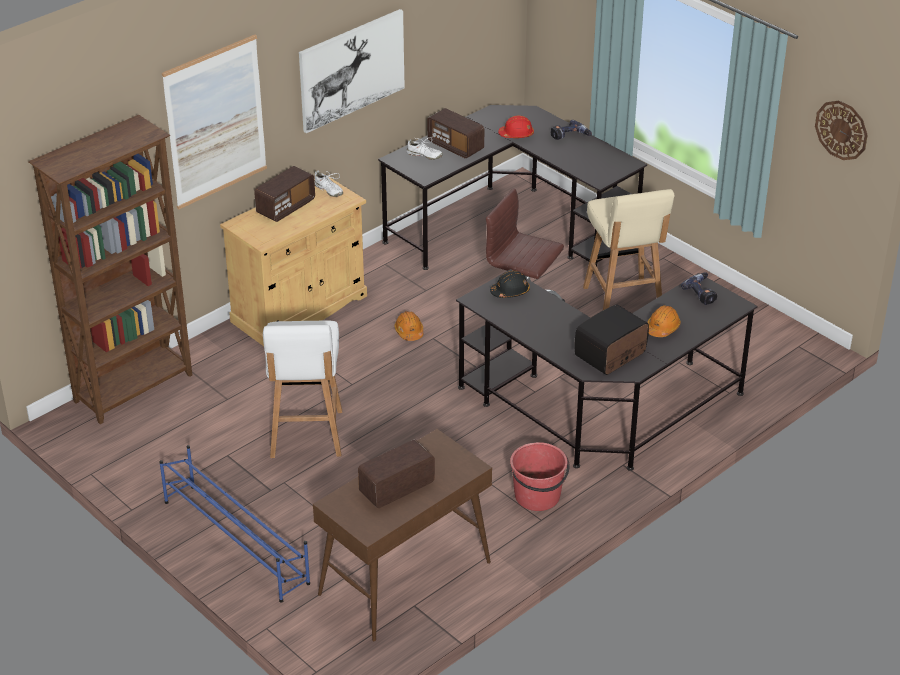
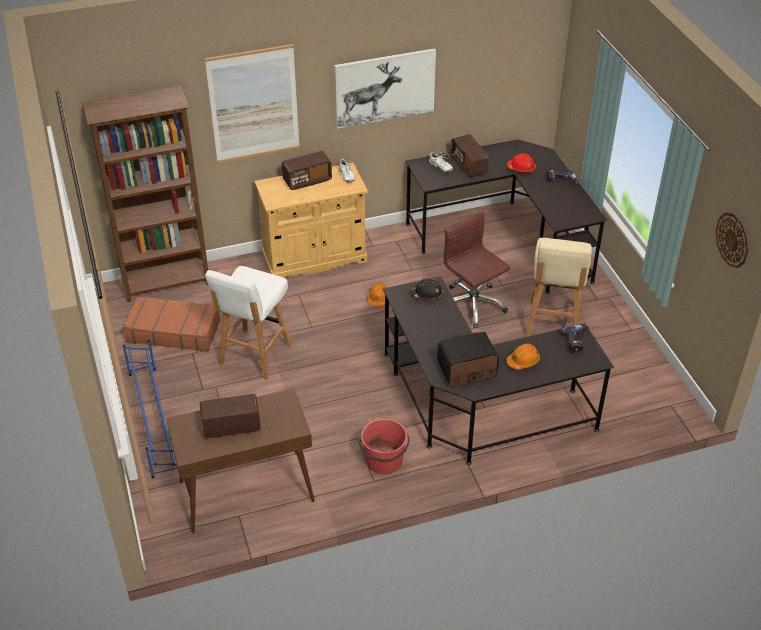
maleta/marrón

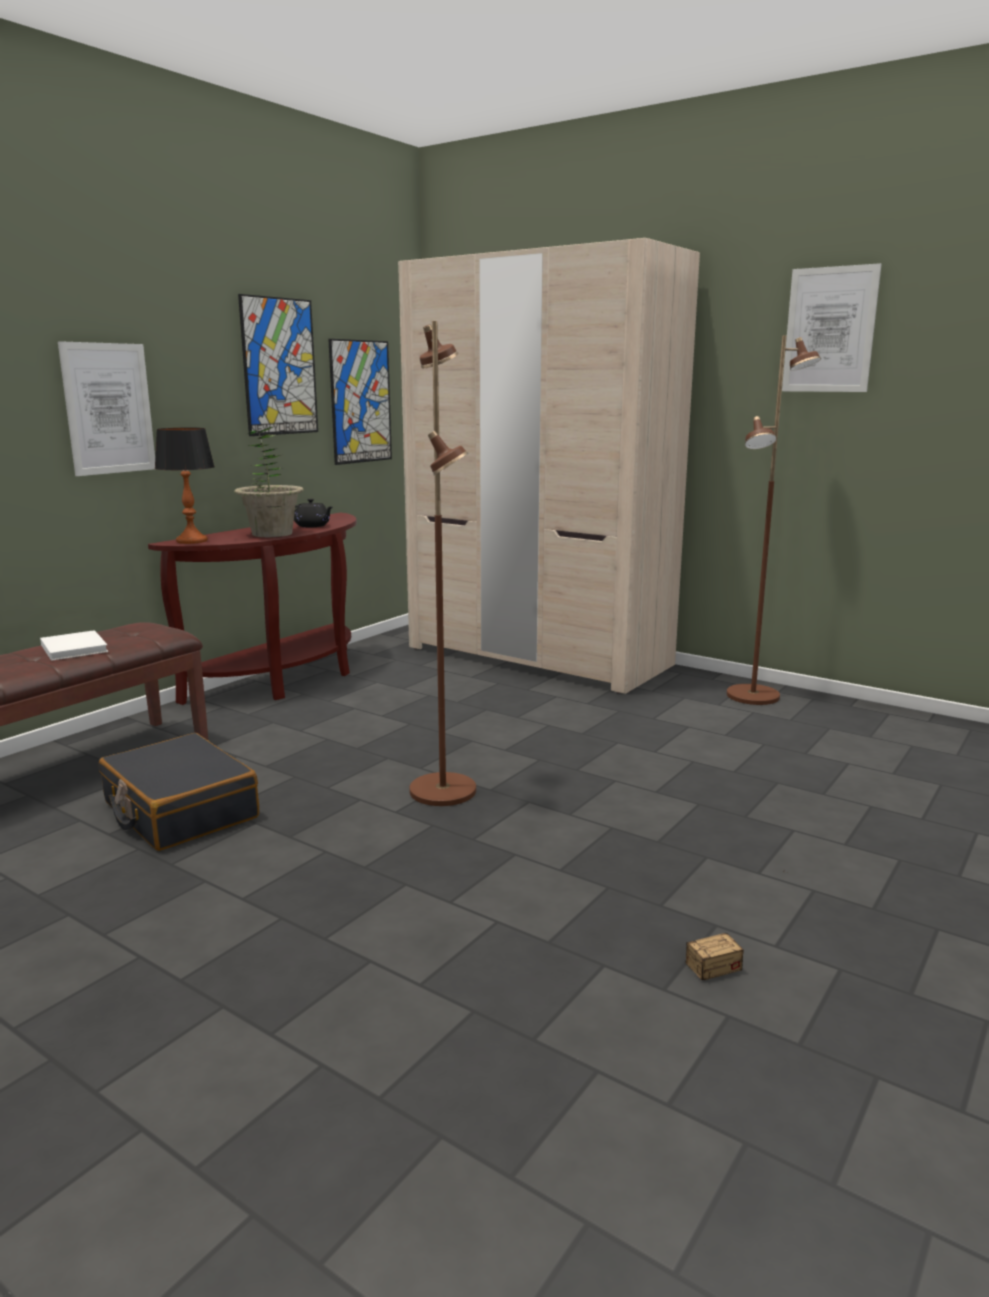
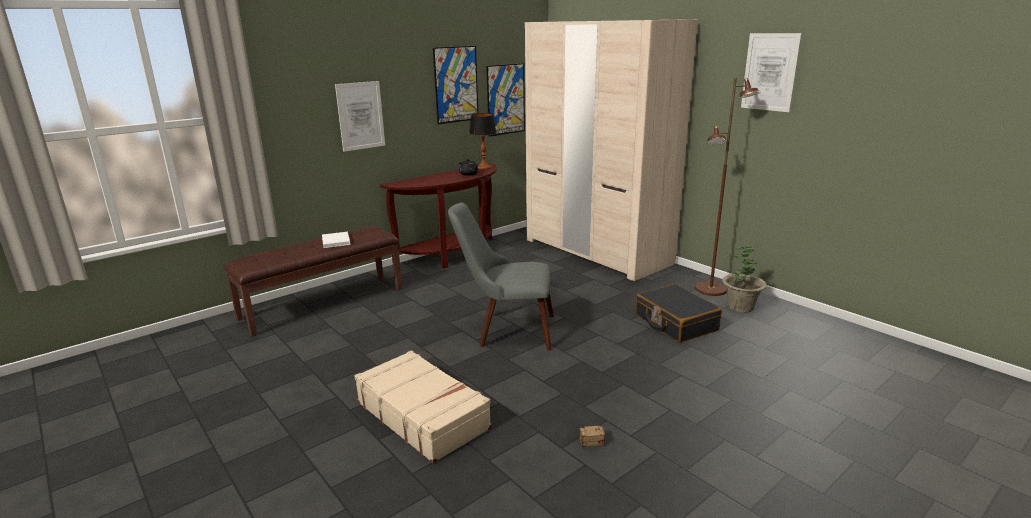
maleta/beis
silla/gris
lámpara de mesa
maleta/negro
planta en maceta

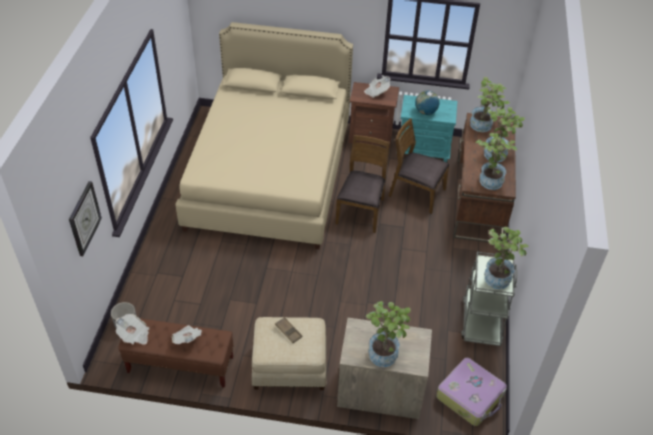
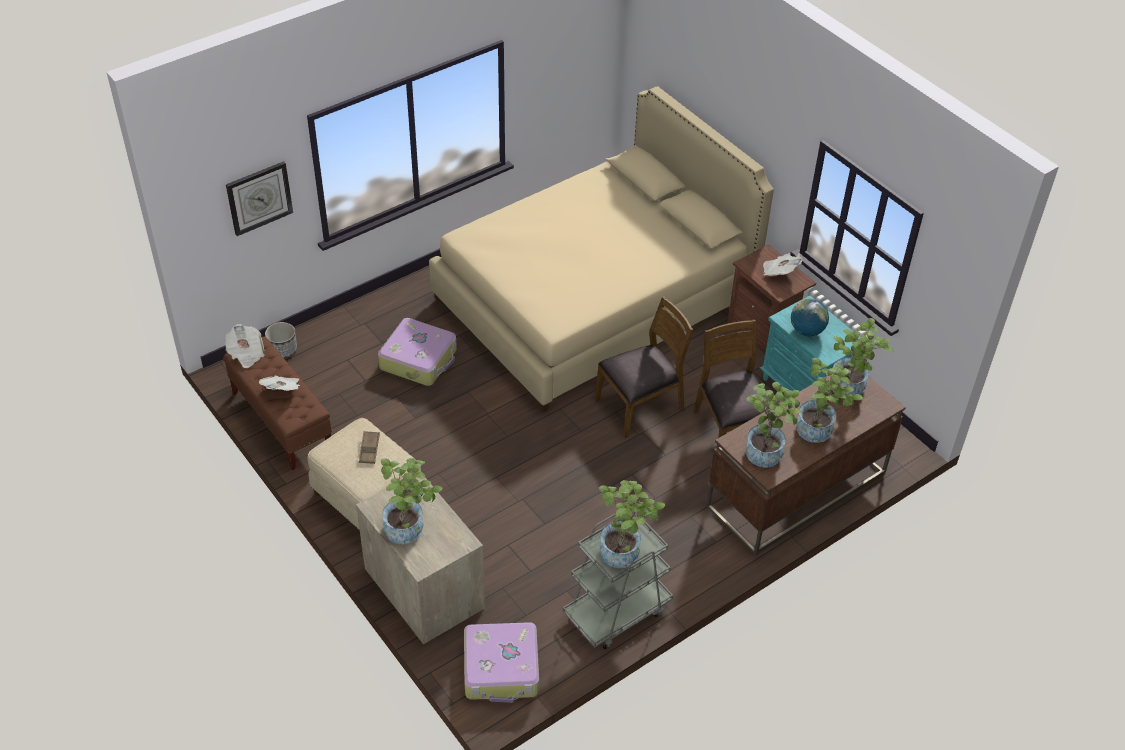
maleta (1st from left)

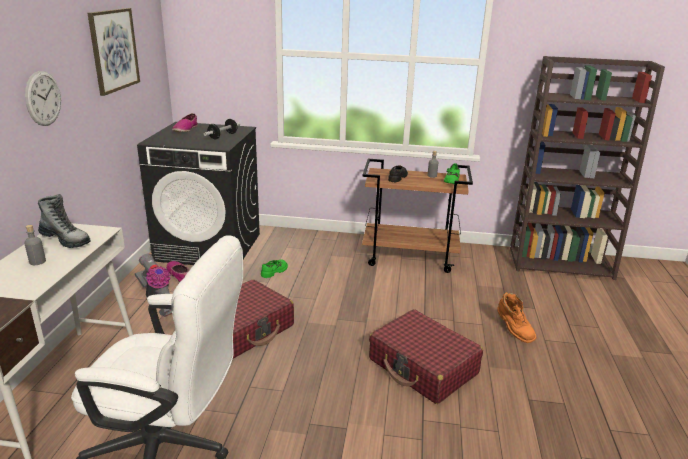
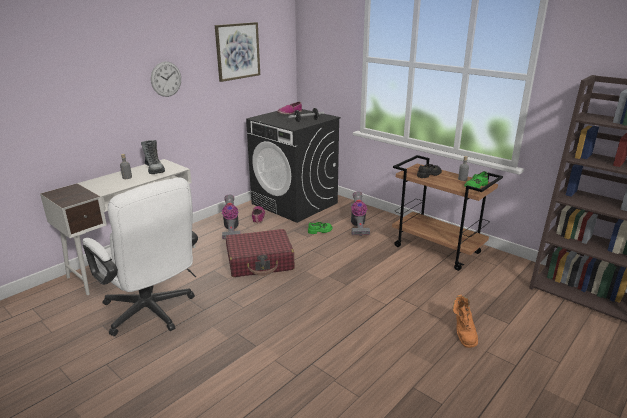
aspiradora (2nd from left)
maleta/rojo (2nd from left in the first image)

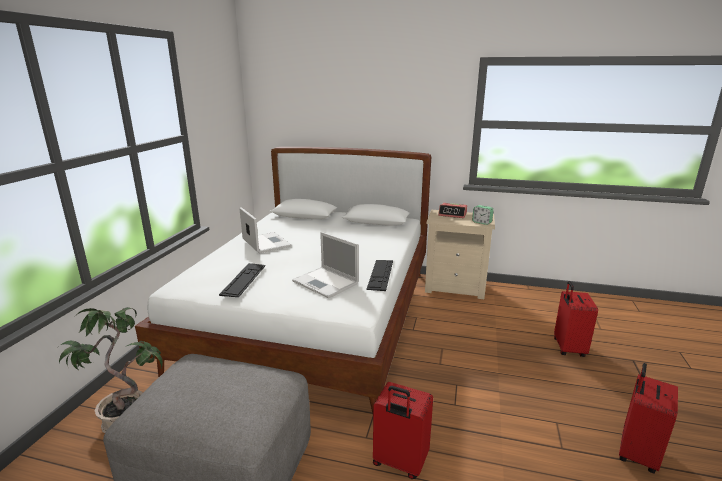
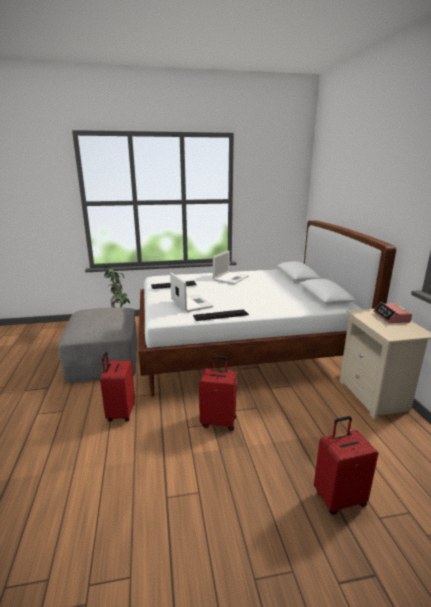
portátil (1st from left)
maleta/rojo (2nd from left)
despertador (2nd from left in the first image)

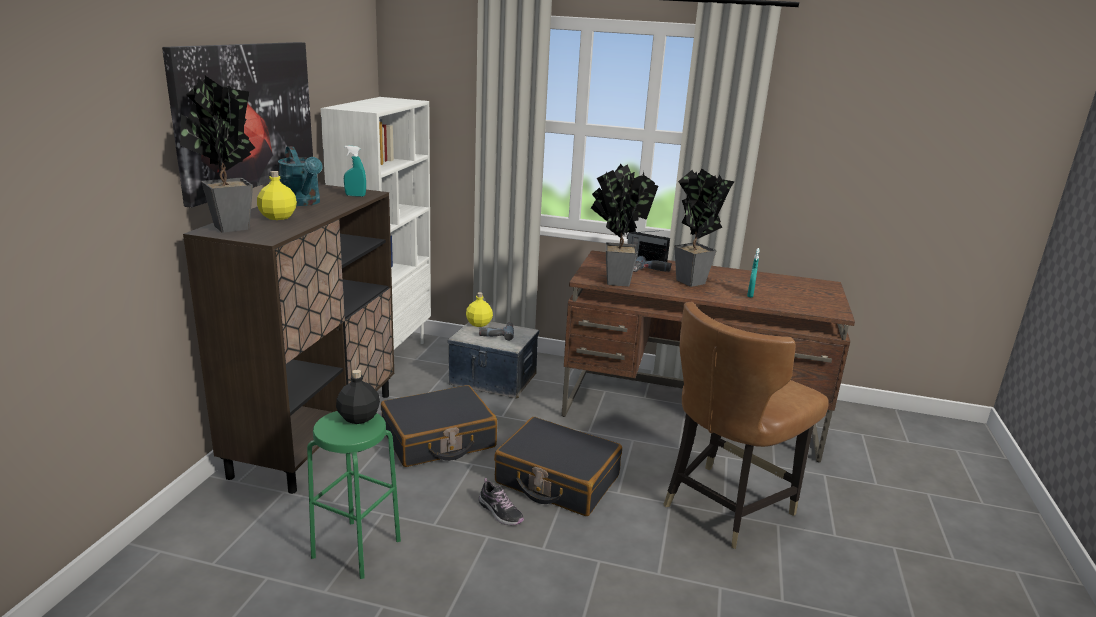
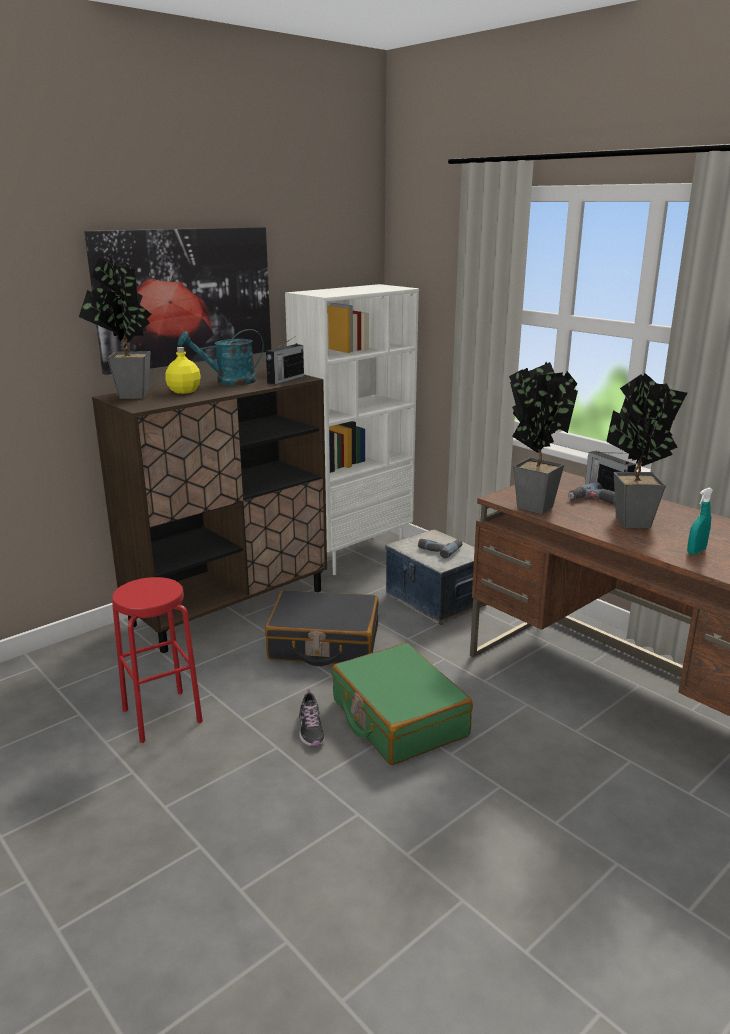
taburete/rojo
regadera/turquesa
radio (1st from left)
maleta/verde
botella/negro
botella/amarillo (2nd from left in the first image)
silla/marrón

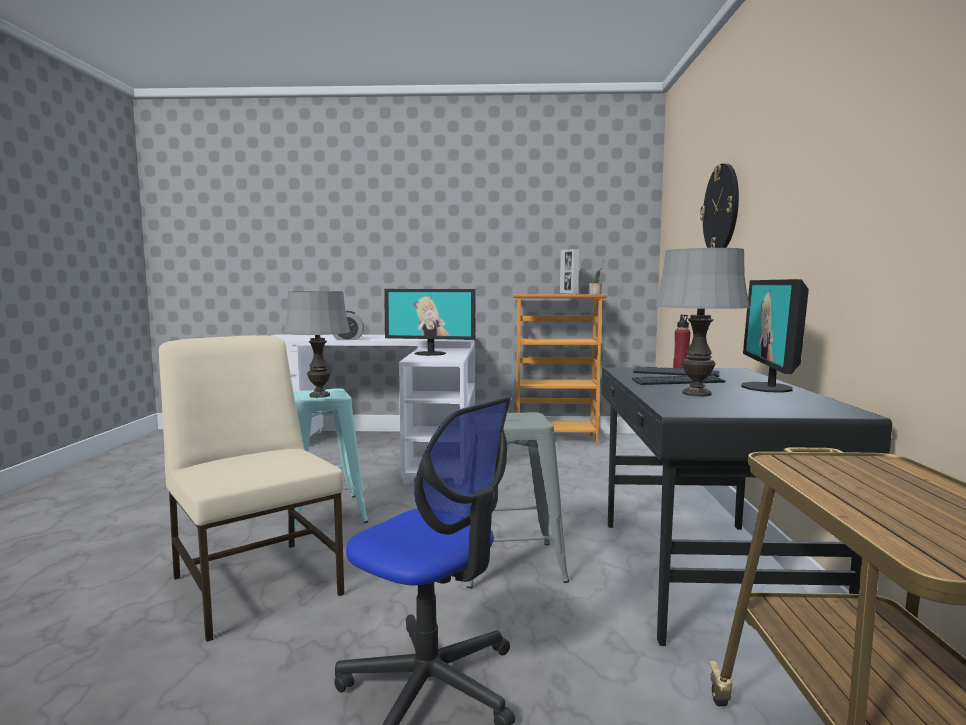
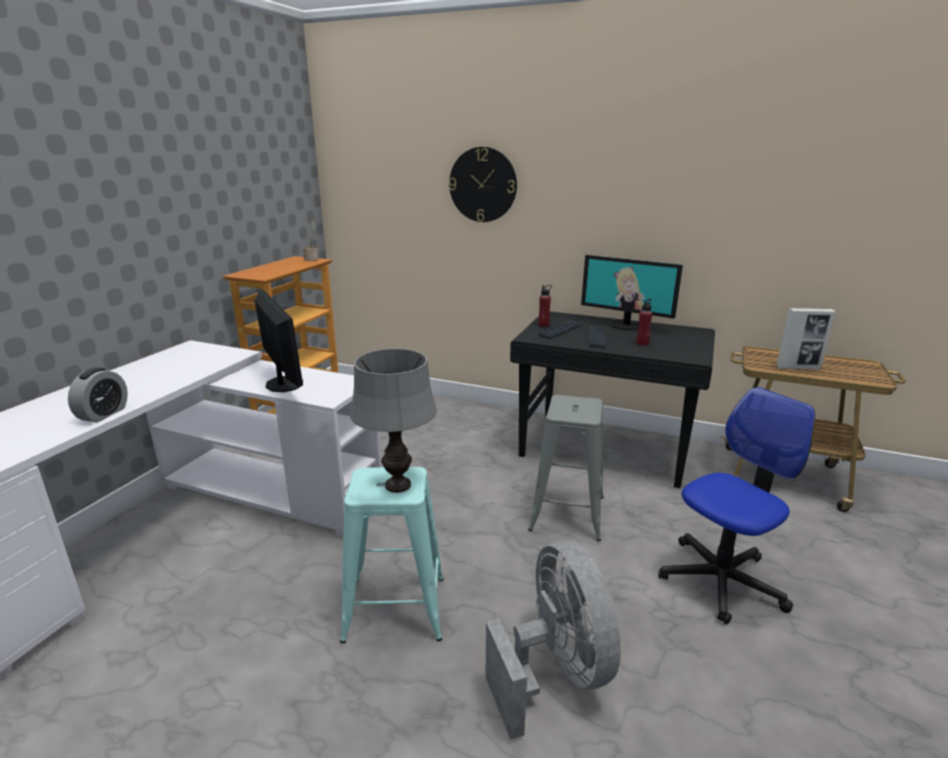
monitor (1st from left)
ventilador/gris
botella/rojo (2nd from left)
portarretratos

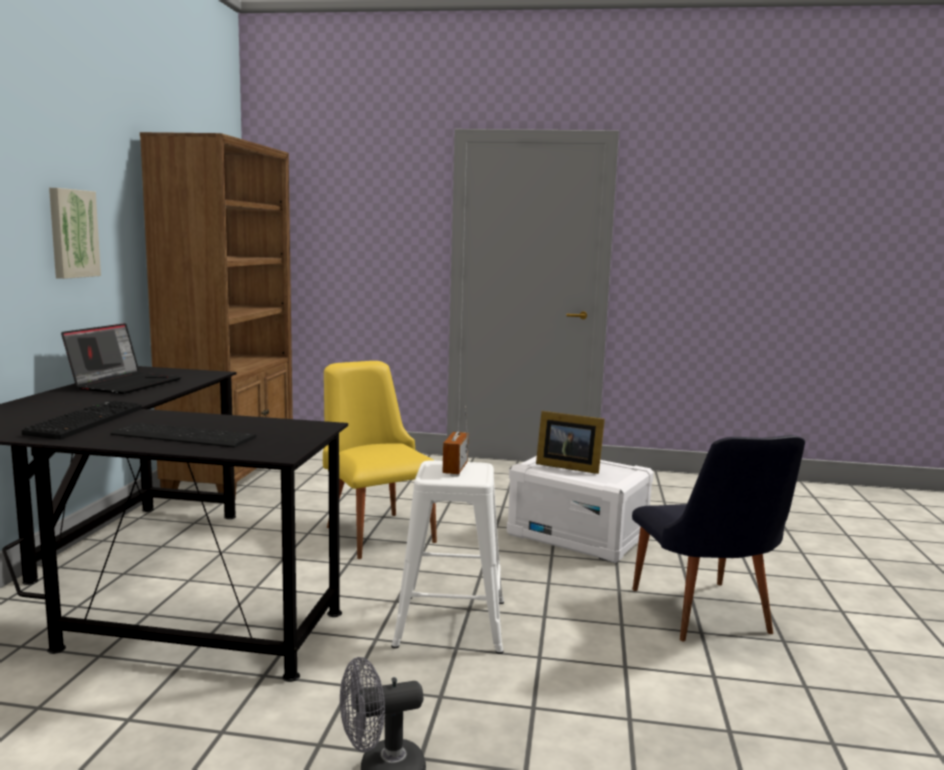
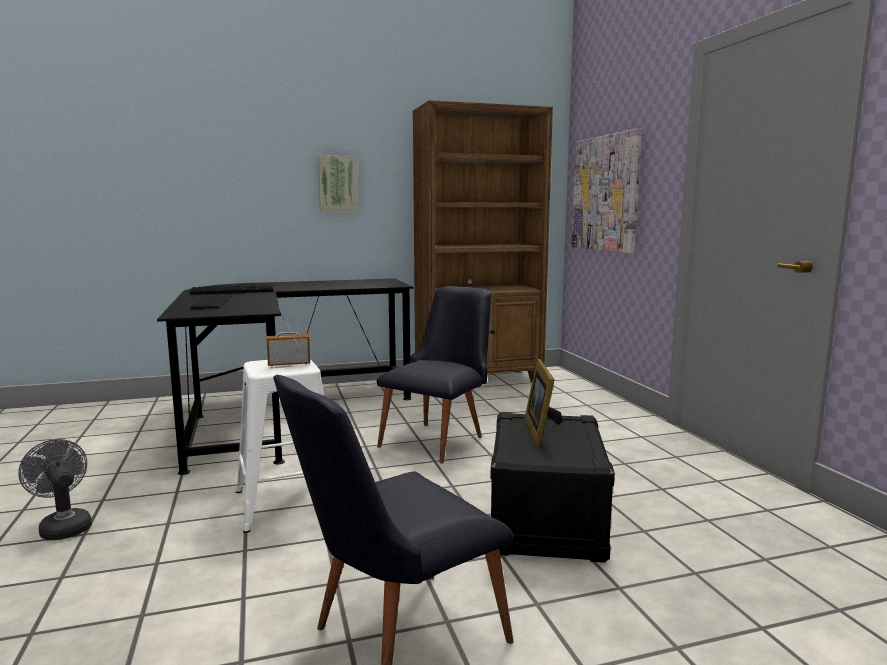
silla/negro (2nd from left)
caja de almacenaje/negro
cuadro (2nd from left)
portátil

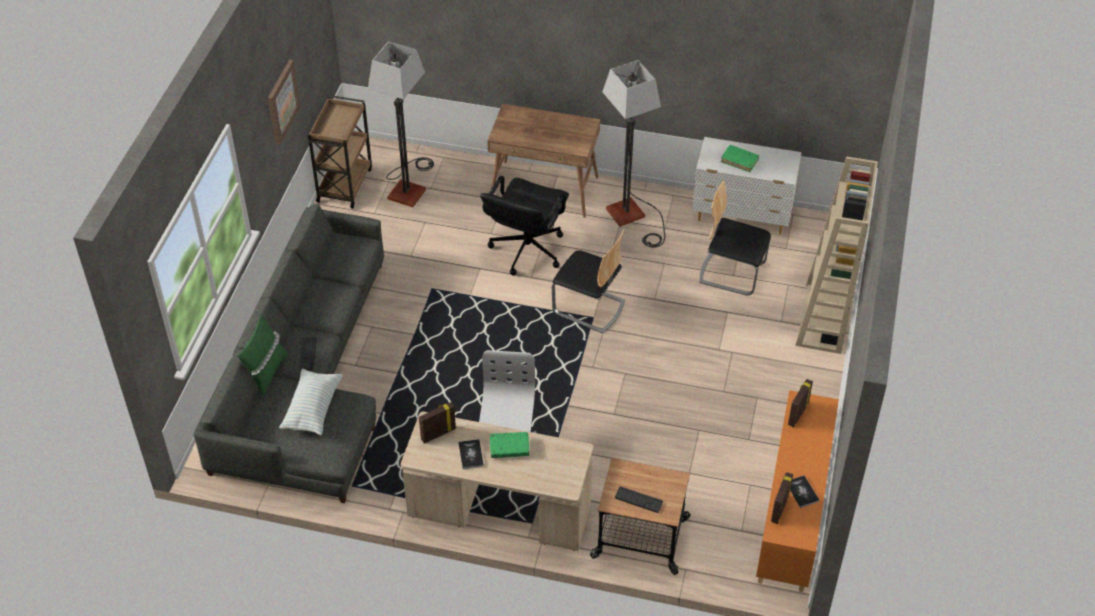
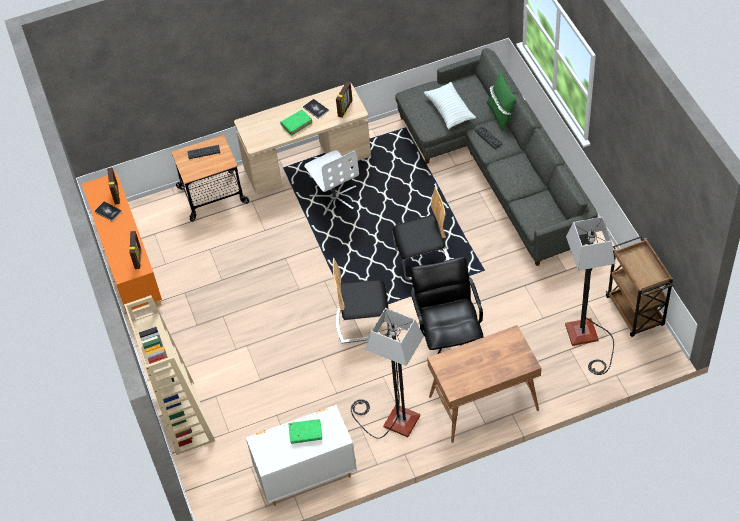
silla (2nd from left)
cuadro

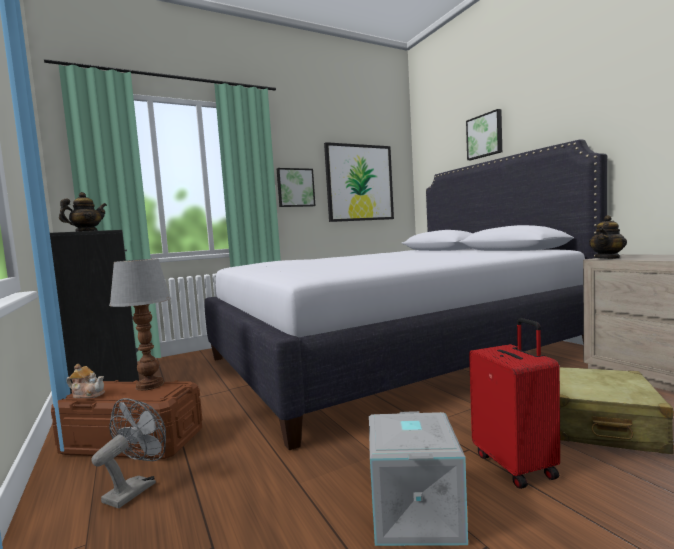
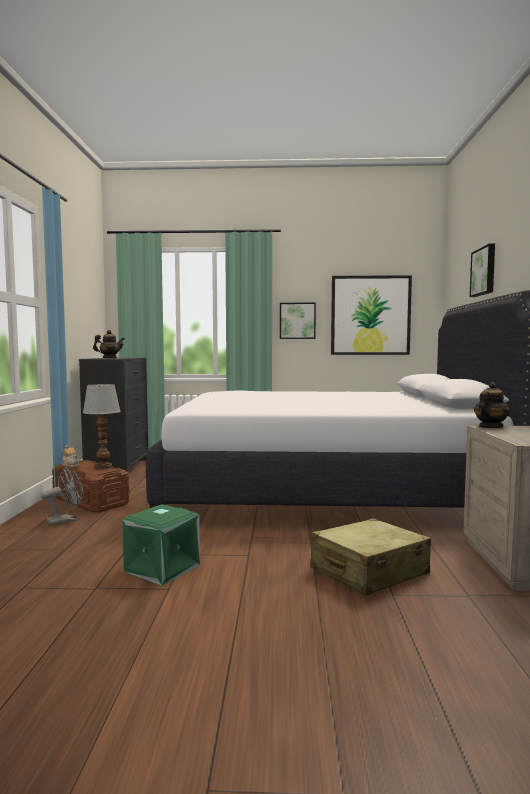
caja de almacenaje/verde
tetera (3rd from left)
maleta/rojo

